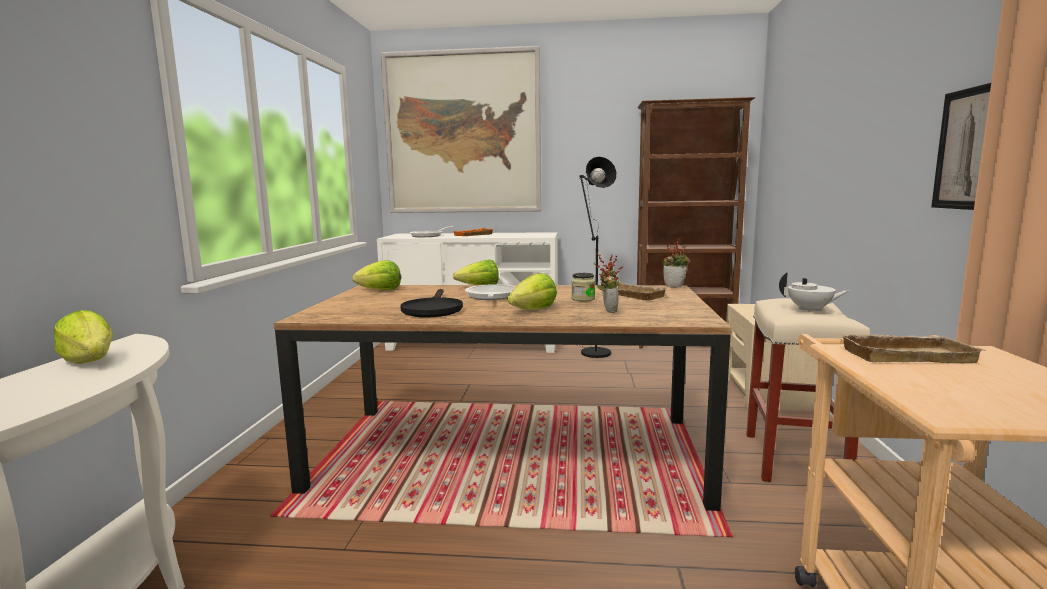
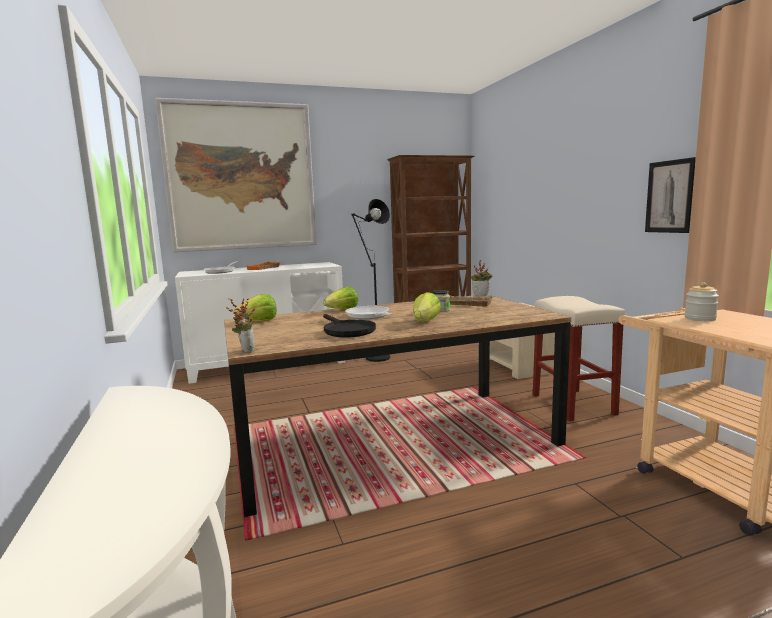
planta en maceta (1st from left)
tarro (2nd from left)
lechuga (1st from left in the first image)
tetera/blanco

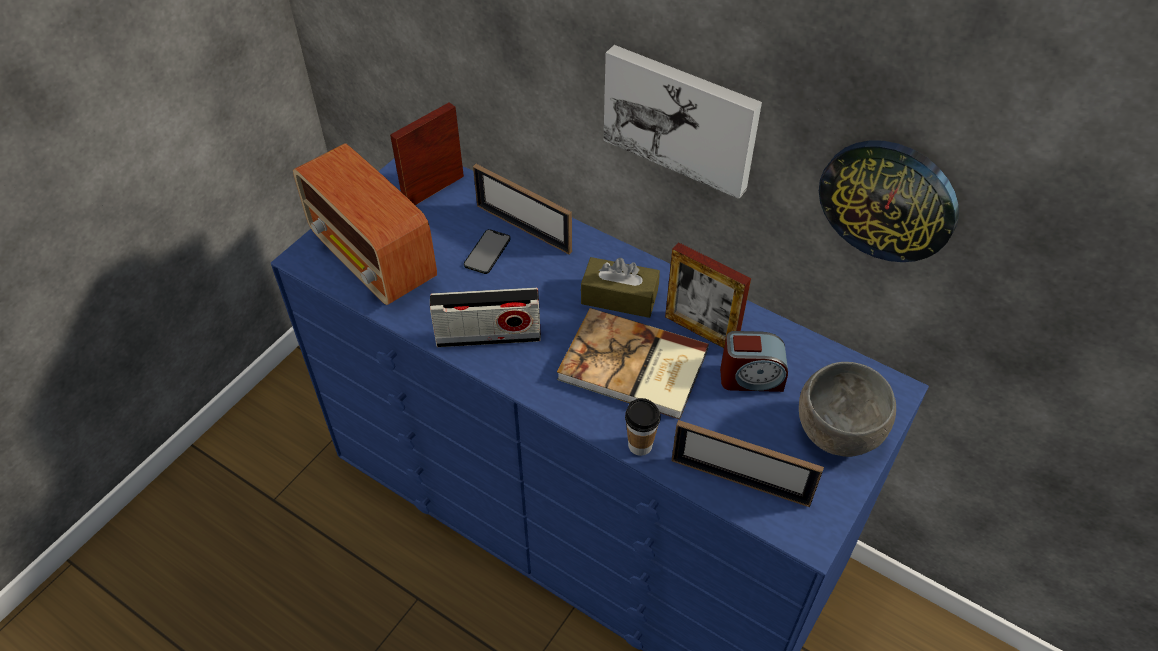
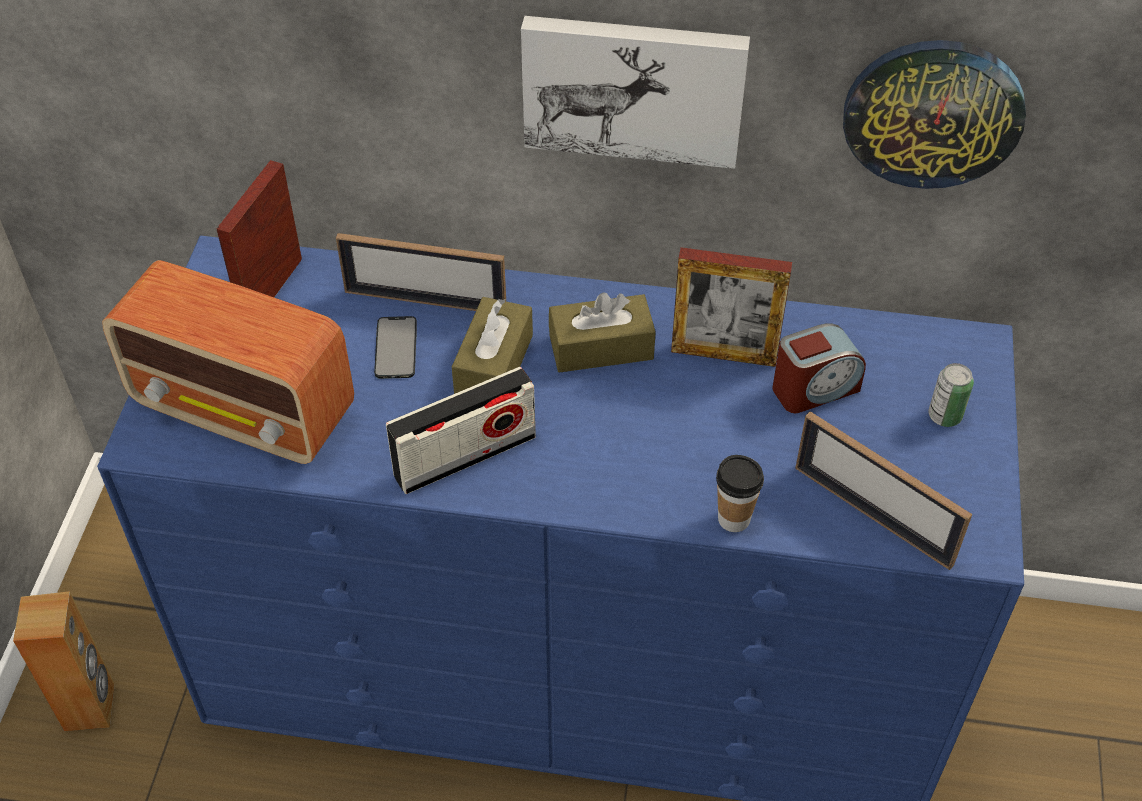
altavoz/marrón
caja de pañuelos/marrón (1st from left)
portarretratos (4th from left)
lata
libro

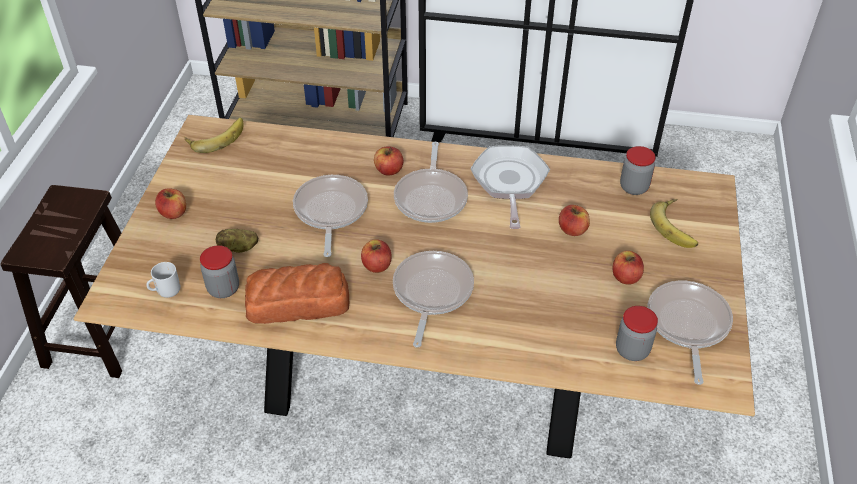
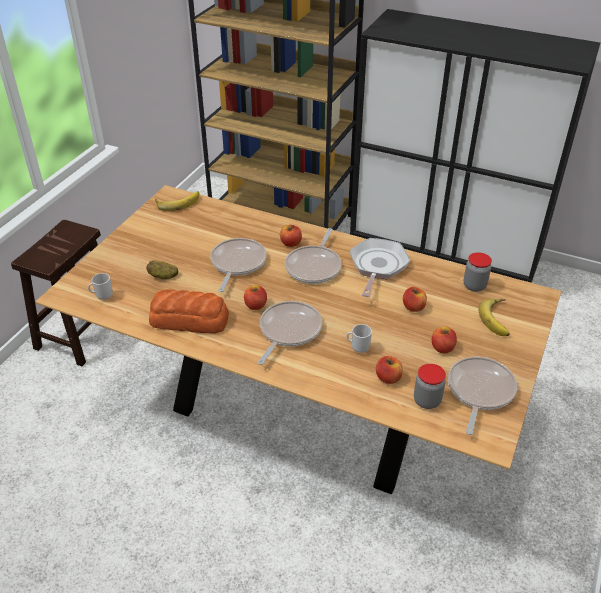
taza grande (2nd from left)
manzana (3rd from left)
tarro (1st from left in the first image)

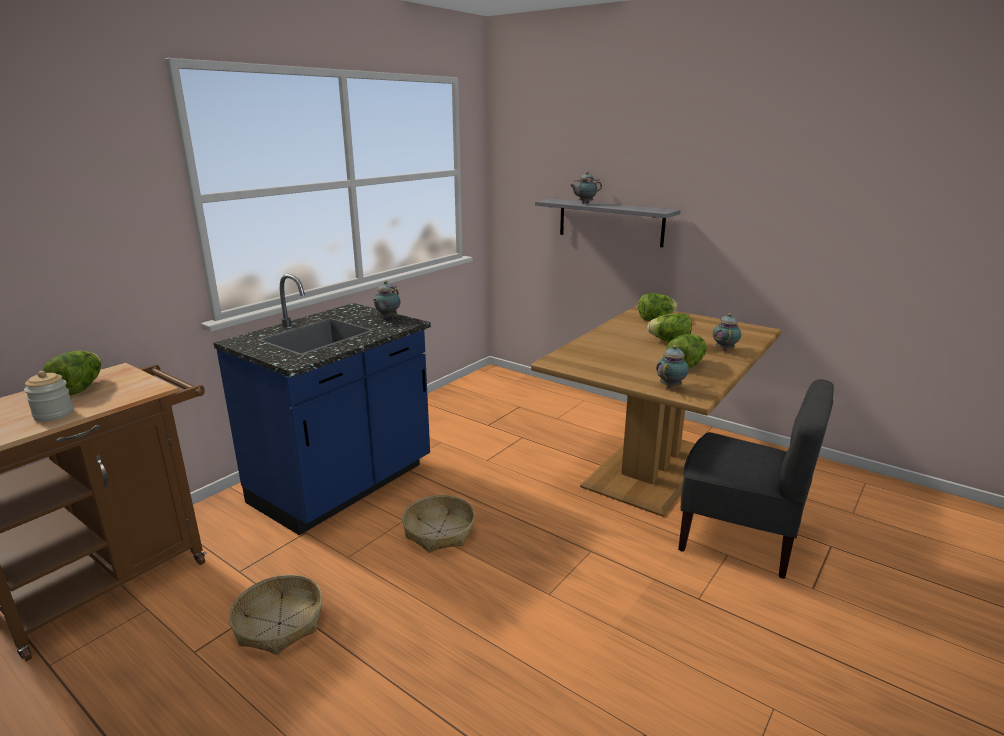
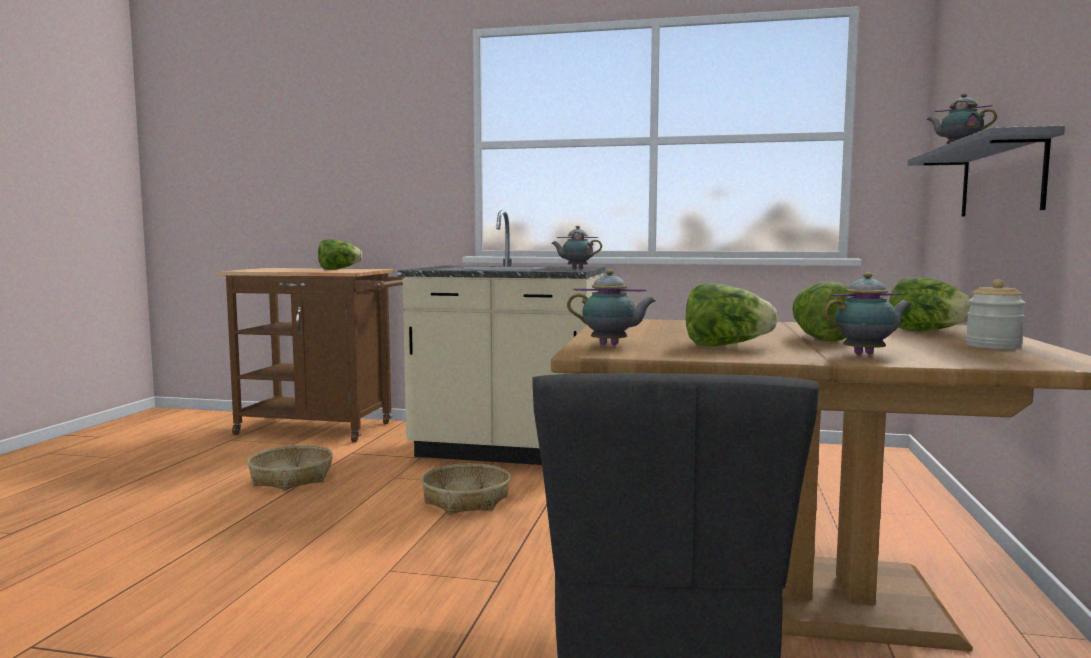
mueble bajo de cocina/beis
tarro

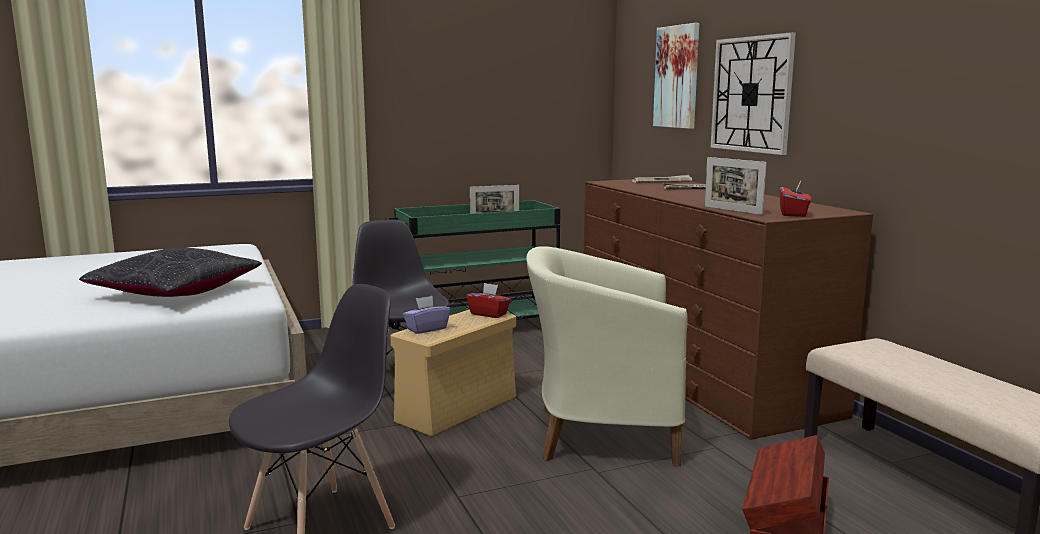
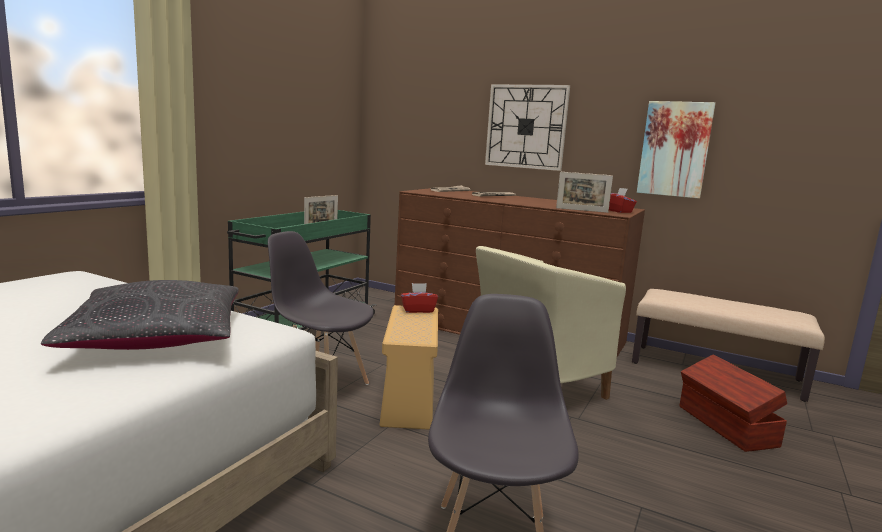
cuadro
caja de pañuelos/morado

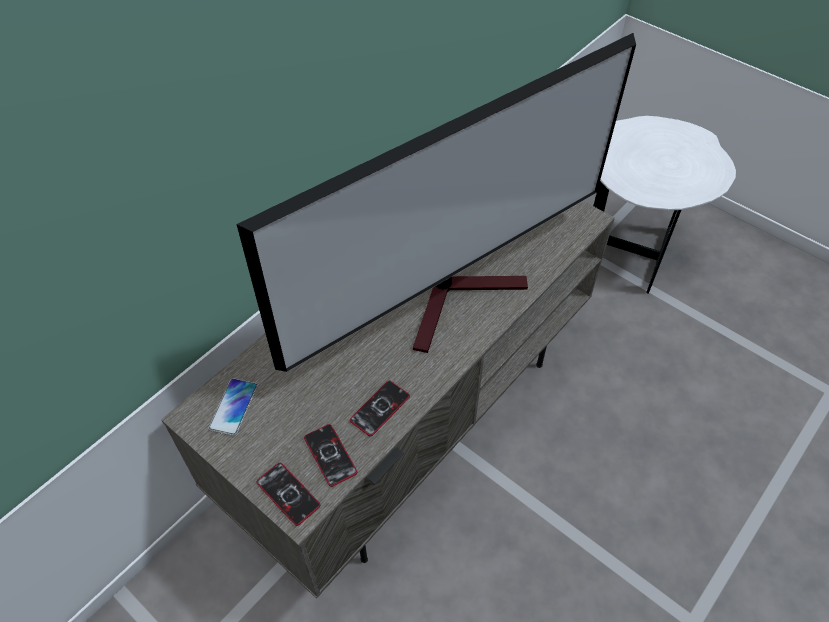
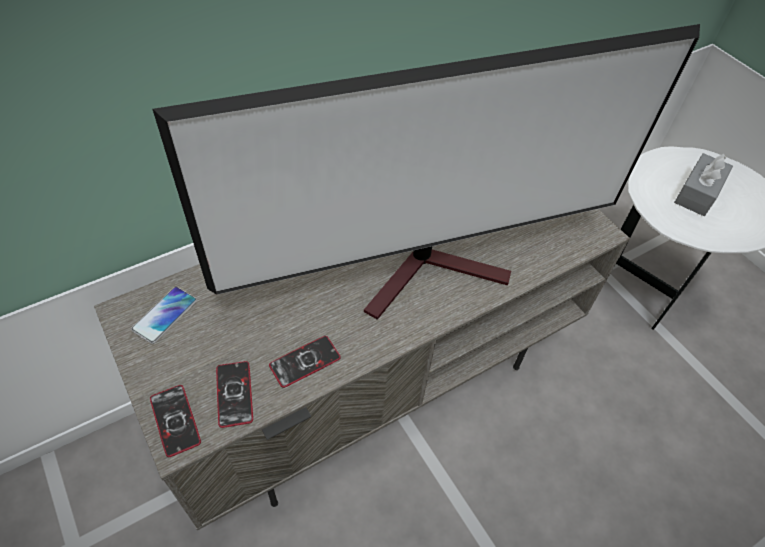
caja de pañuelos/gris

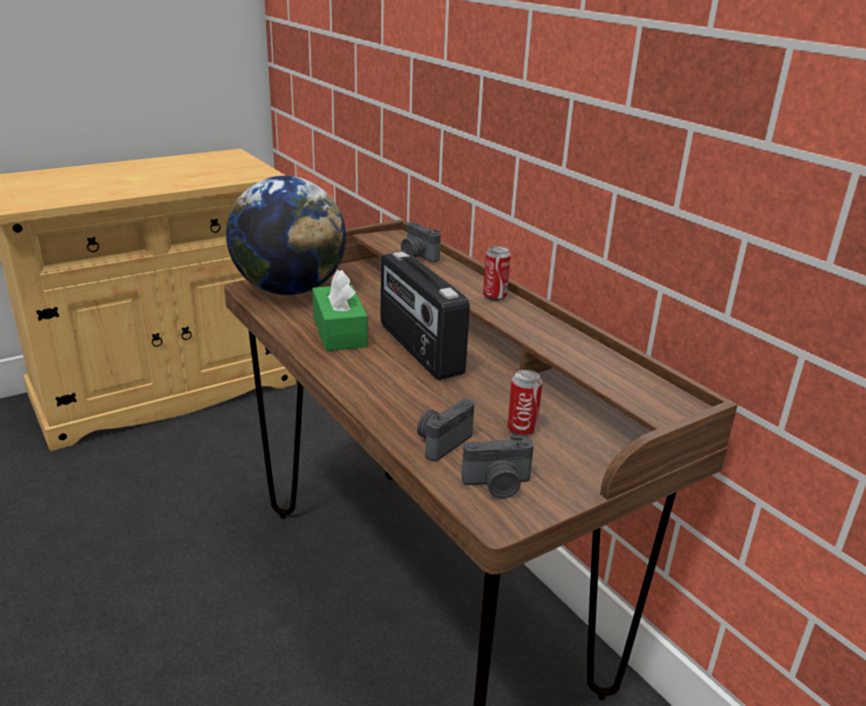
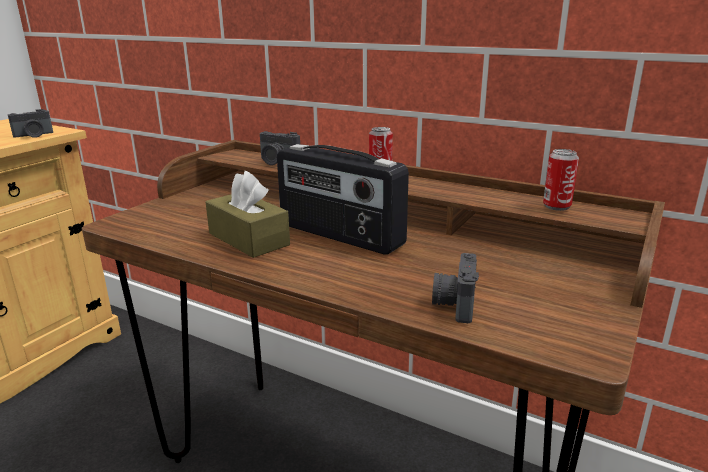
cámara (1st from left)
caja de pañuelos/marrón
lata (2nd from left)
globo terráqueo

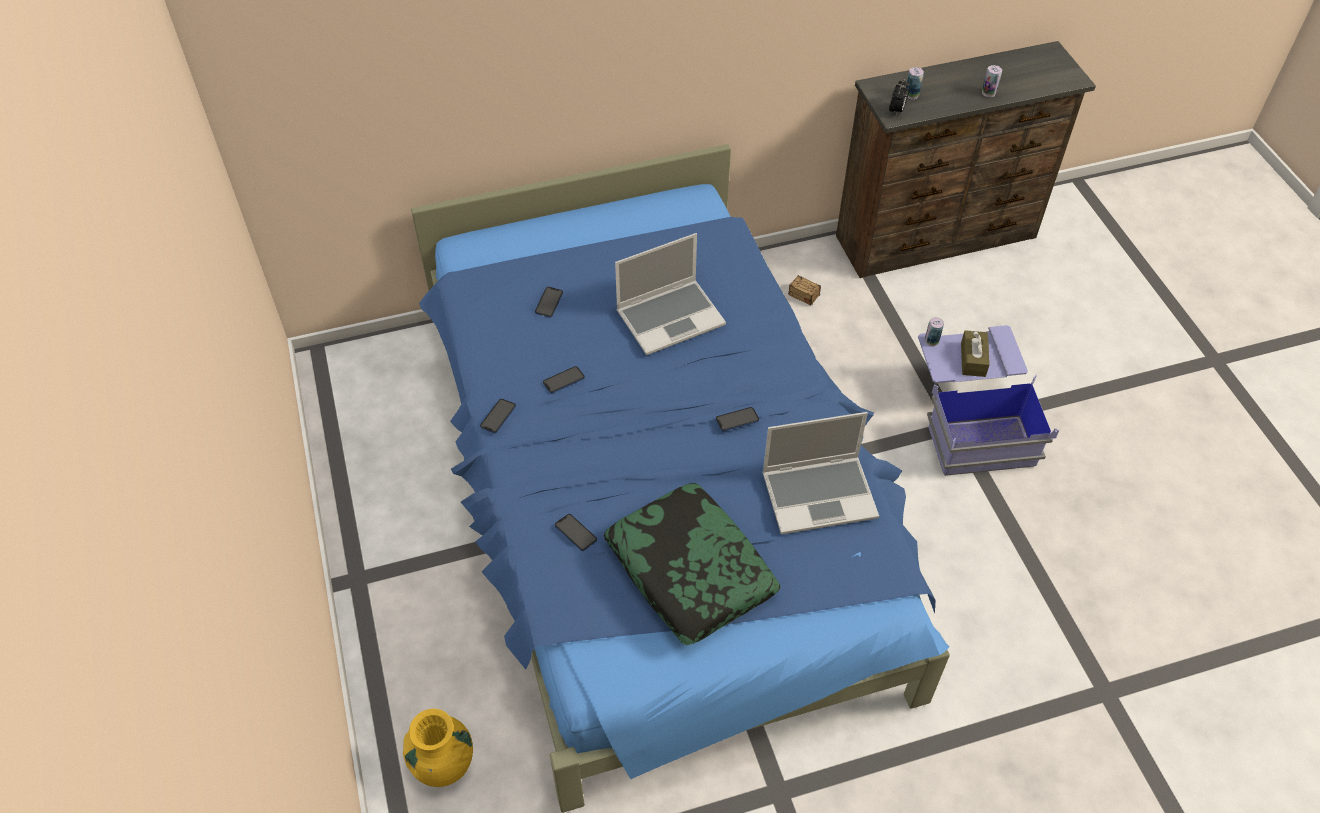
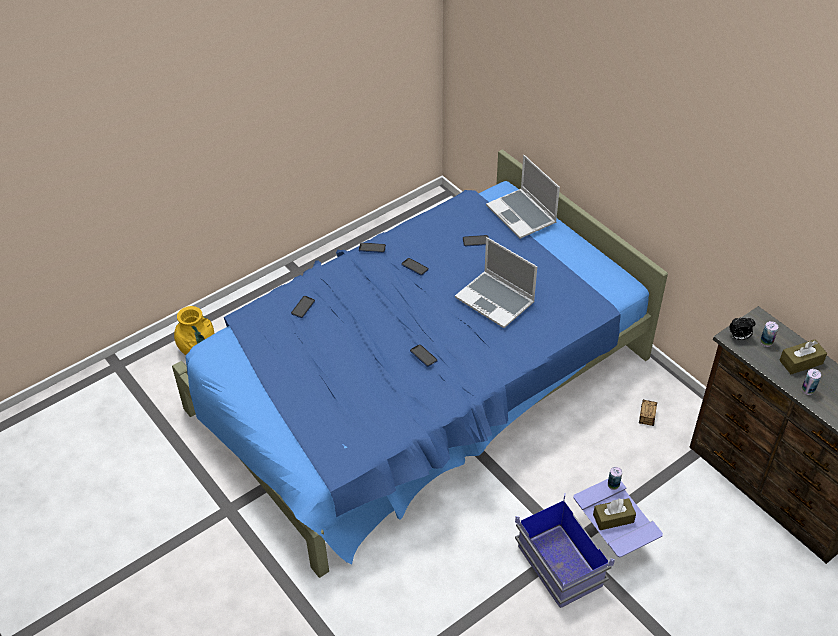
portátil (2nd from left)
caja de pañuelos/marrón (2nd from left)
cojín

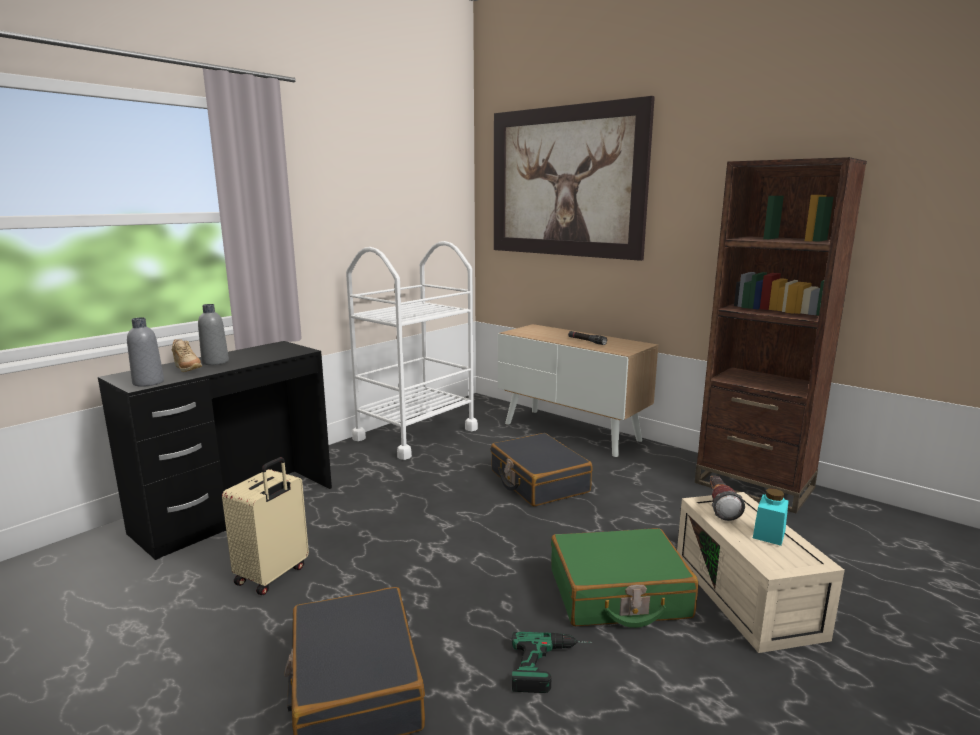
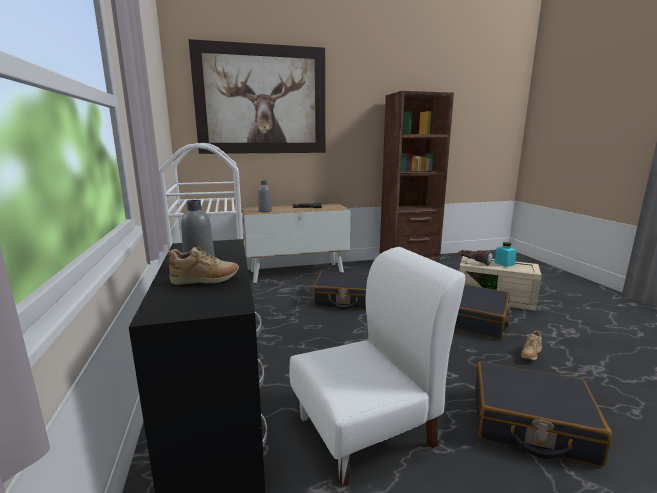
botella/gris (2nd from left)
silla/blanco
maleta/negro (2nd from left)
zapato/beis (2nd from left)

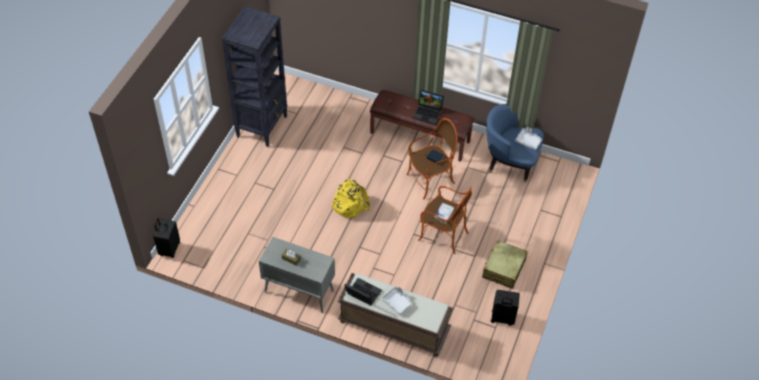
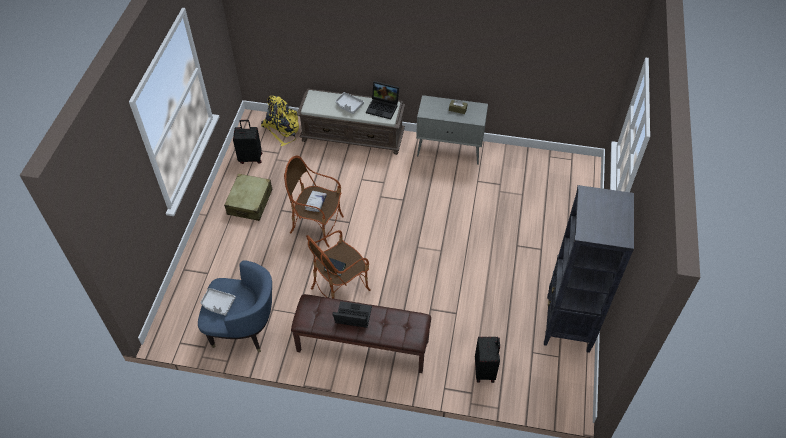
mochila/amarillo
maleta/negro (2nd from left)

